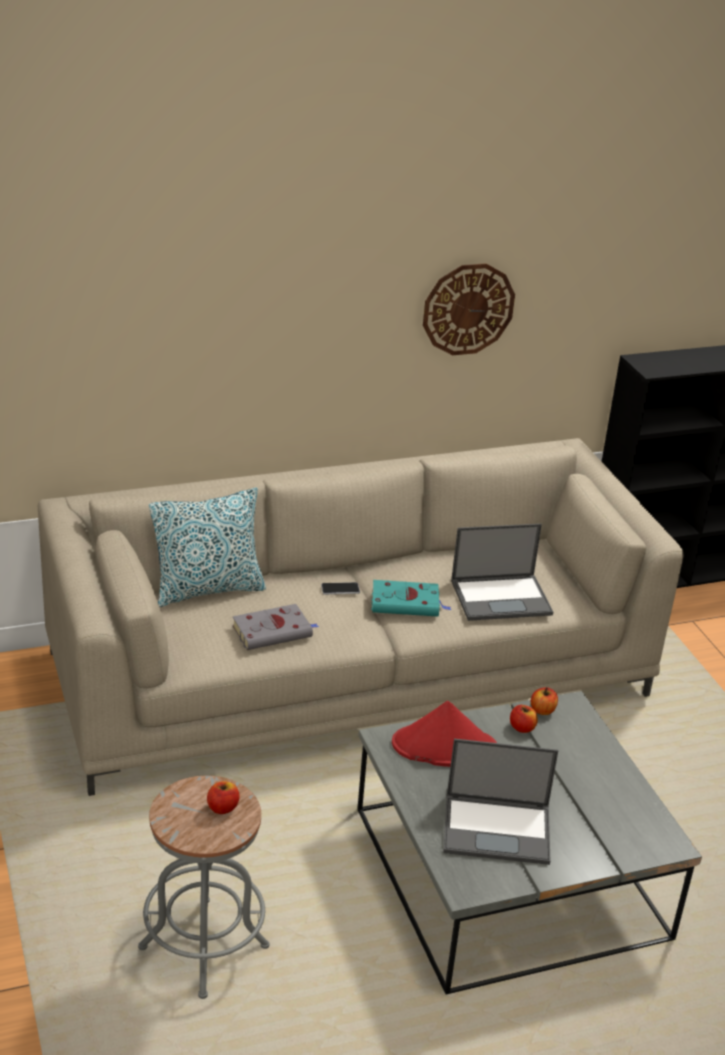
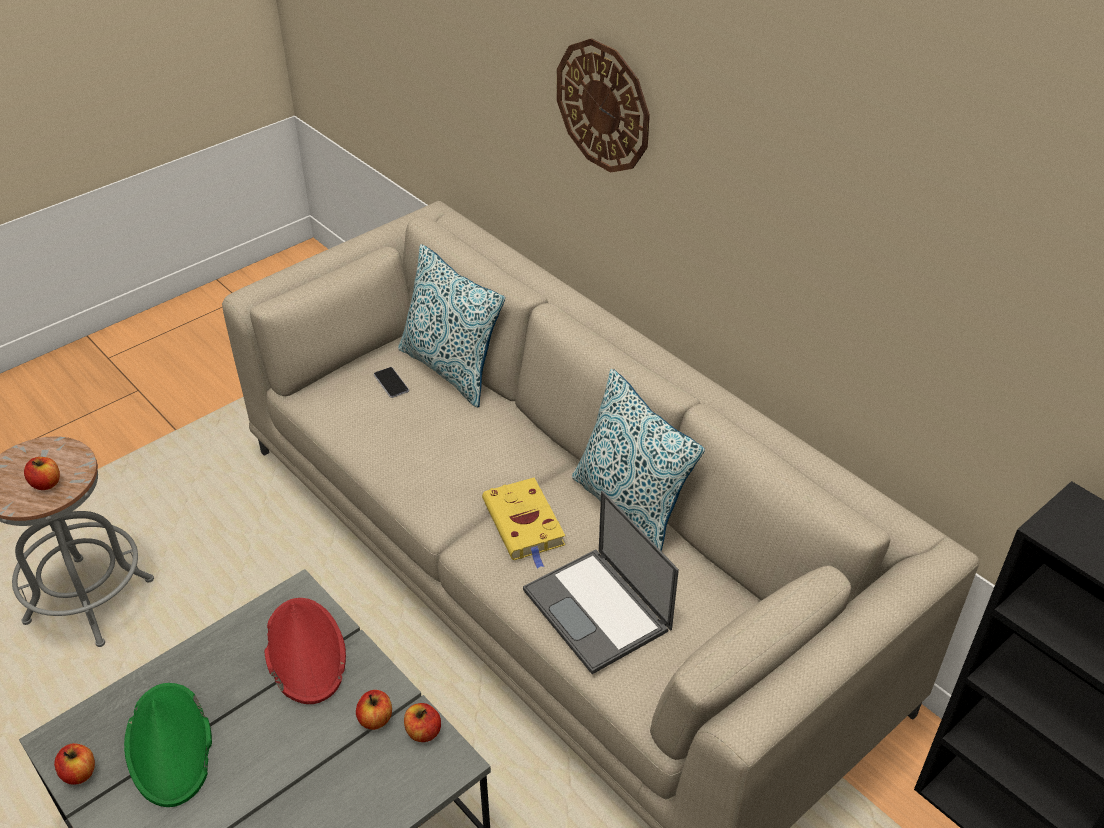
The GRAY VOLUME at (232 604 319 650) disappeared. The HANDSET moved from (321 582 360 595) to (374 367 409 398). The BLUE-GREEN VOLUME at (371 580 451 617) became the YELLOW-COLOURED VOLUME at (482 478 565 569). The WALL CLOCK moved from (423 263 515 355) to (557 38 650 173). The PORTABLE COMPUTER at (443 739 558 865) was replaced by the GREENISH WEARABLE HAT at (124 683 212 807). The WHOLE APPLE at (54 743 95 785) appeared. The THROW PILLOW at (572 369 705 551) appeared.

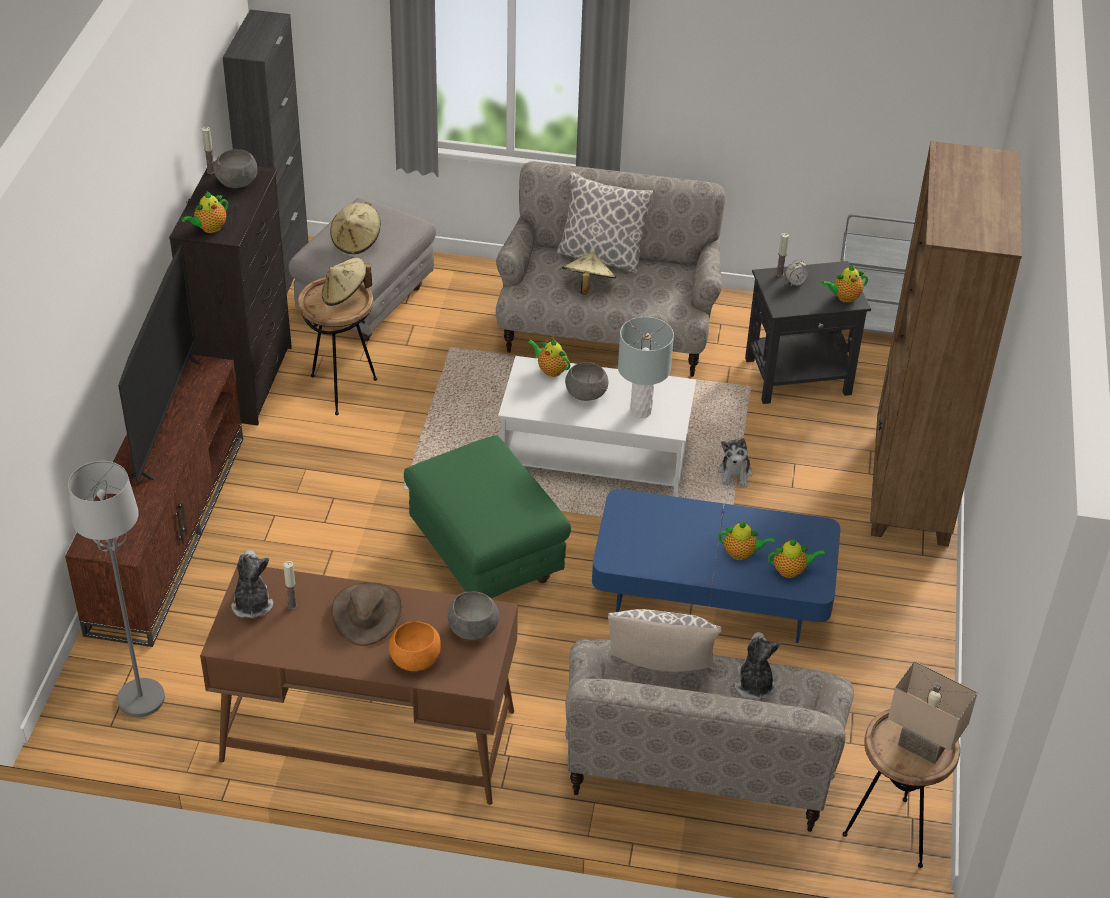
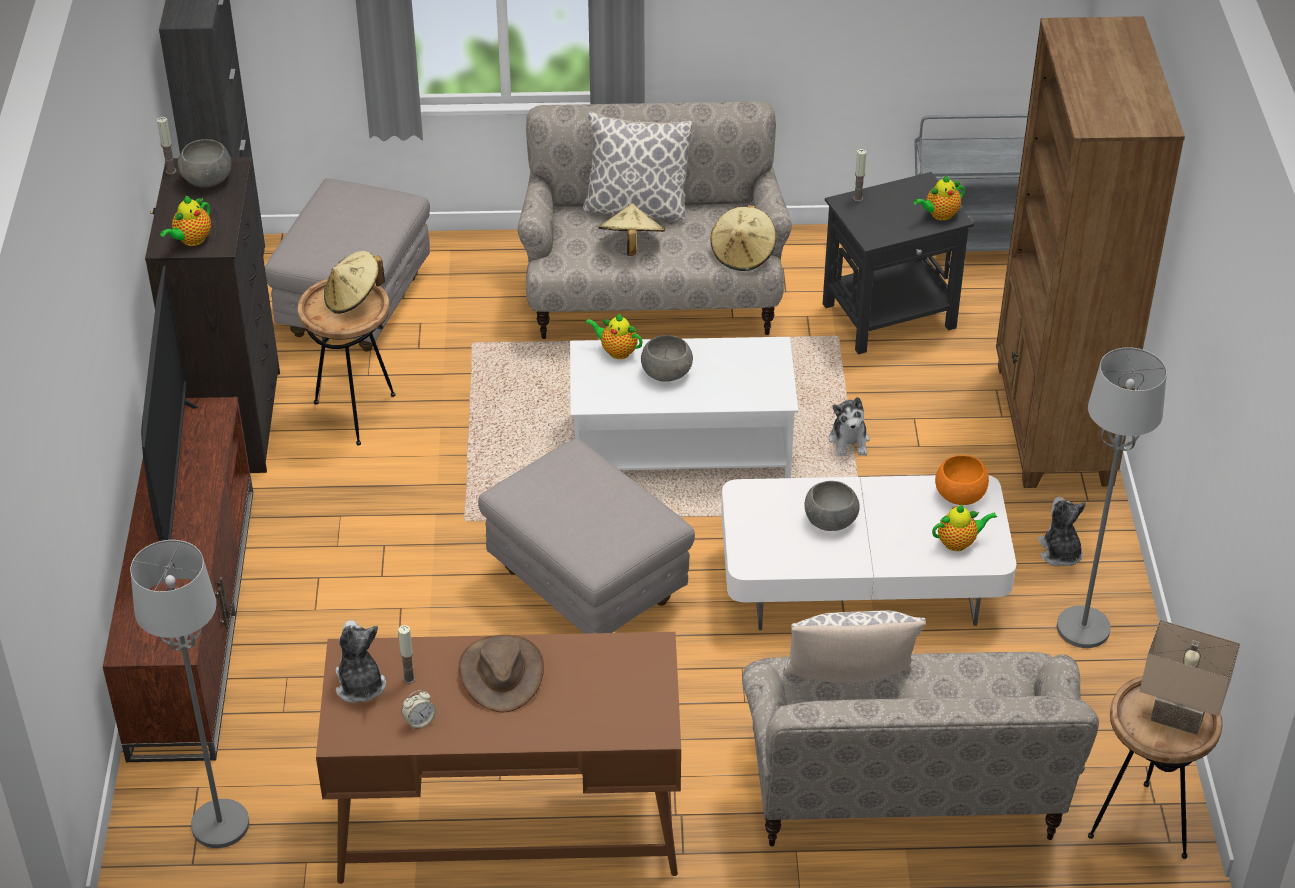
The BEIGE WEARABLE HAT moved from (331 202 381 254) to (711 205 776 271). The ORANGE DEEP DISH moved from (389 621 441 671) to (935 455 989 505). The GREENISH OTTOMAN at (404 435 571 598) became the GRAY OTTOMAN at (478 438 695 634). The GRAY DEEP DISH moved from (448 591 499 640) to (804 481 860 531). The BLUISH COFFEE TABLE at (592 489 840 643) became the WHITISH COFFEE TABLE at (721 475 1016 630). The GRAY TABLETOP LAMP at (618 317 674 418) disappeared. The TEA POT at (718 522 775 560) disappeared. The SOFT TOY moved from (734 632 780 700) to (1038 497 1086 567). The BEDSIDE CLOCK moved from (785 259 808 286) to (401 690 436 730). The GRAY FLOOR LAMP at (1057 347 1167 648) appeared.

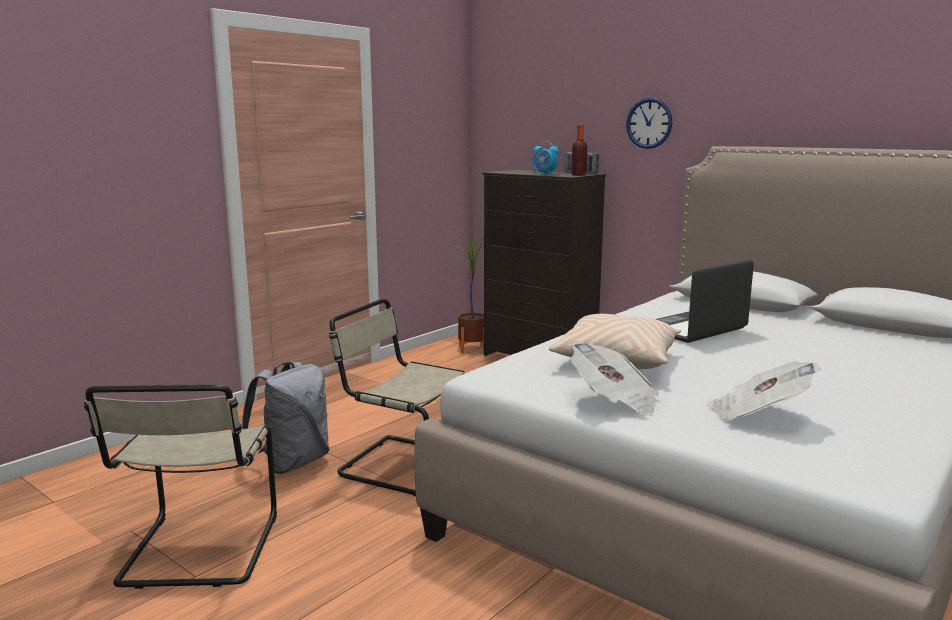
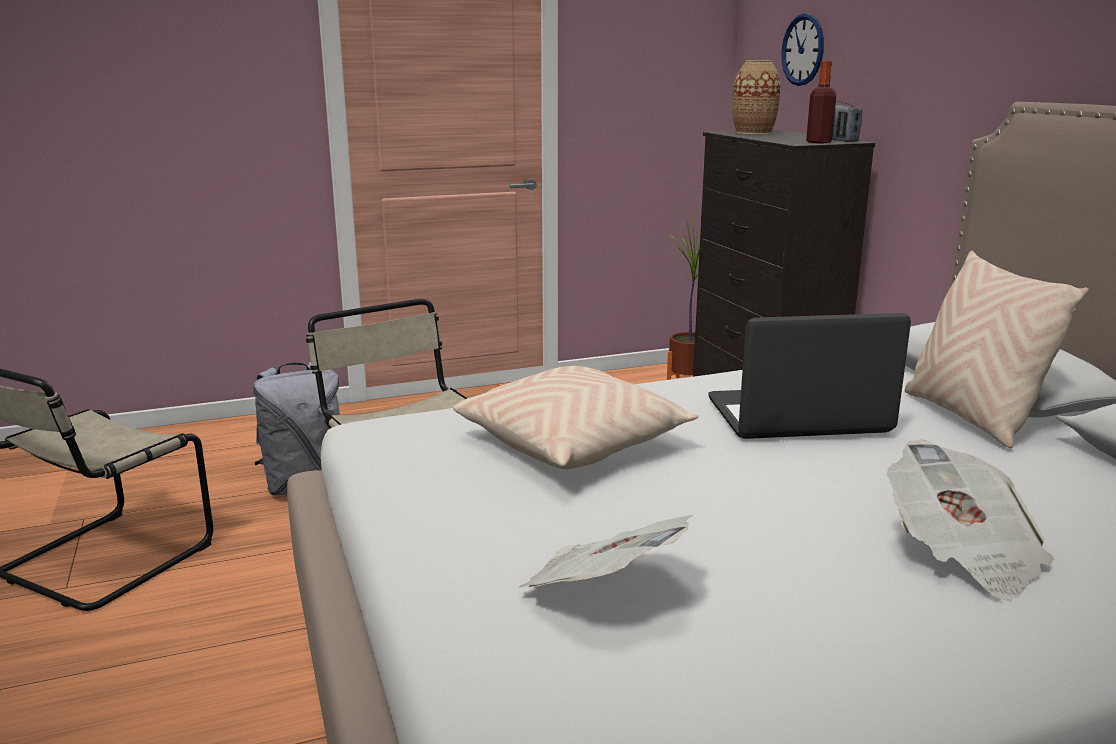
The BEDSIDE CLOCK at (532 141 559 174) disappeared. The PRINTED PAPER moved from (570 342 659 416) to (887 440 1054 602). The WALL CLOCK moved from (626 98 673 149) to (781 13 824 86). The DECORATIVE VASE at (732 60 780 134) appeared. The BEIGE THROW PILLOW at (905 251 1089 448) appeared.

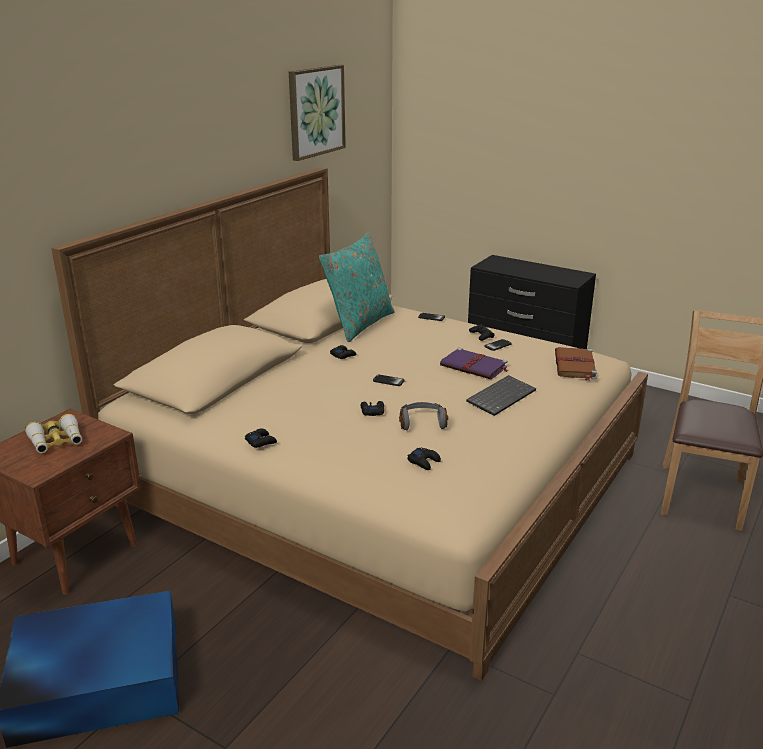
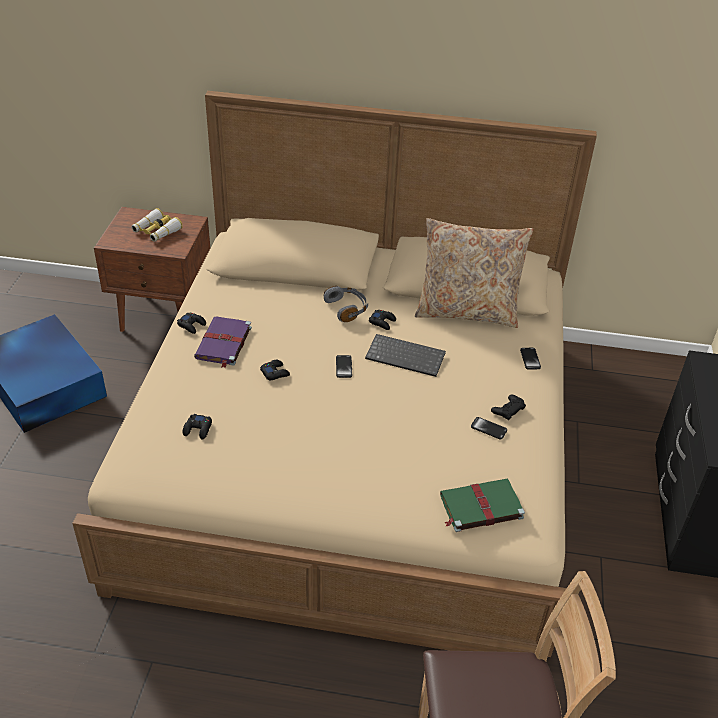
The WALL PICTURE at (289 65 346 161) disappeared. The BLUE-GREEN THROW PILLOW at (319 232 395 342) became the BEIGE THROW PILLOW at (415 218 533 328). The GRAY HEADSET moved from (399 402 448 430) to (324 286 368 322). The PURPLE-COLOURED VOLUME moved from (440 348 509 379) to (194 317 252 368). The KEYBOARD moved from (466 375 536 416) to (365 334 446 377). The BROWN VOLUME at (555 347 597 381) became the GREENISH VOLUME at (440 479 525 532).

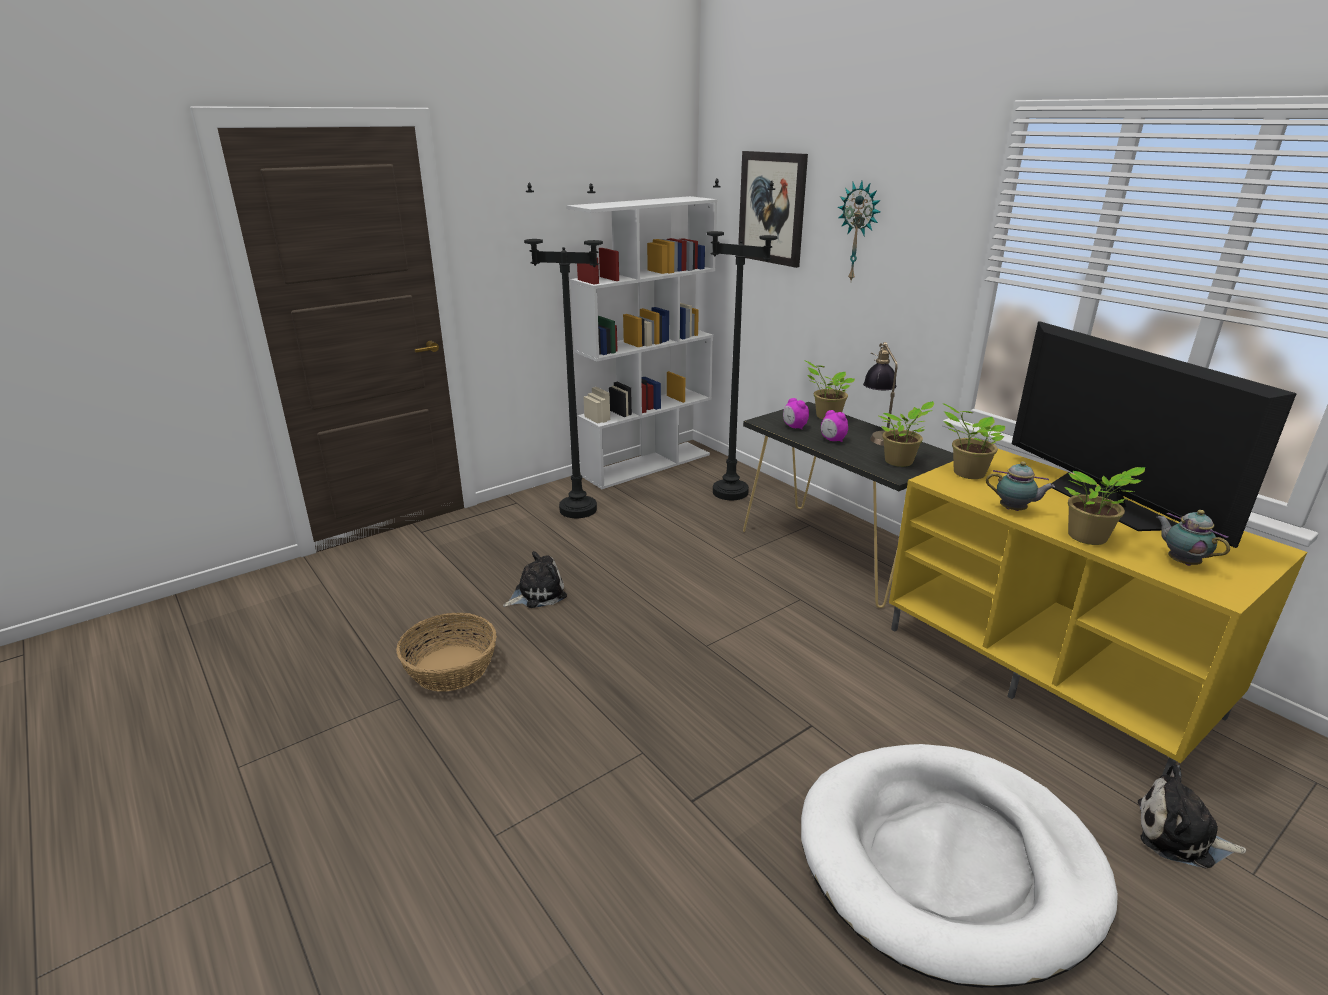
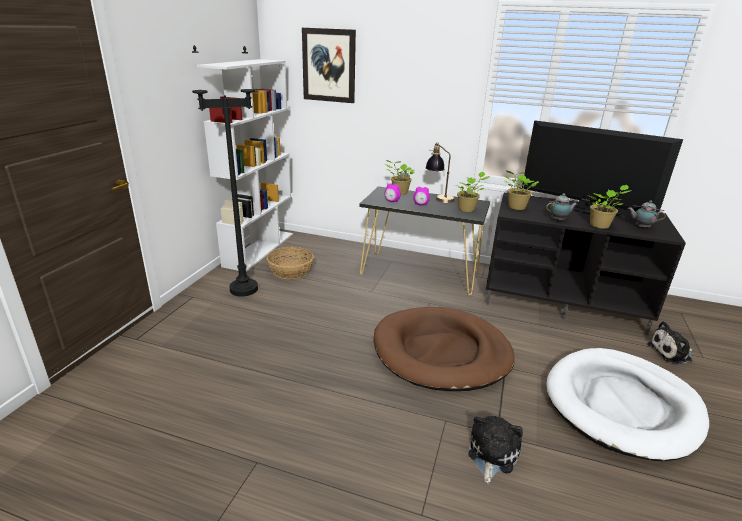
The STORAGE BASKET moved from (396 613 497 692) to (267 247 314 279). The SOFT TOY moved from (503 551 567 608) to (468 416 523 484). The BLACK FLOOR LAMP at (707 179 778 500) disappeared. The WALL CLOCK at (838 181 881 281) disappeared. The YELLOW-COLOURED TV UNIT at (889 449 1307 776) became the BLACK TV UNIT at (486 192 686 335). The BROWN DOG CUSHION at (374 307 515 391) appeared.

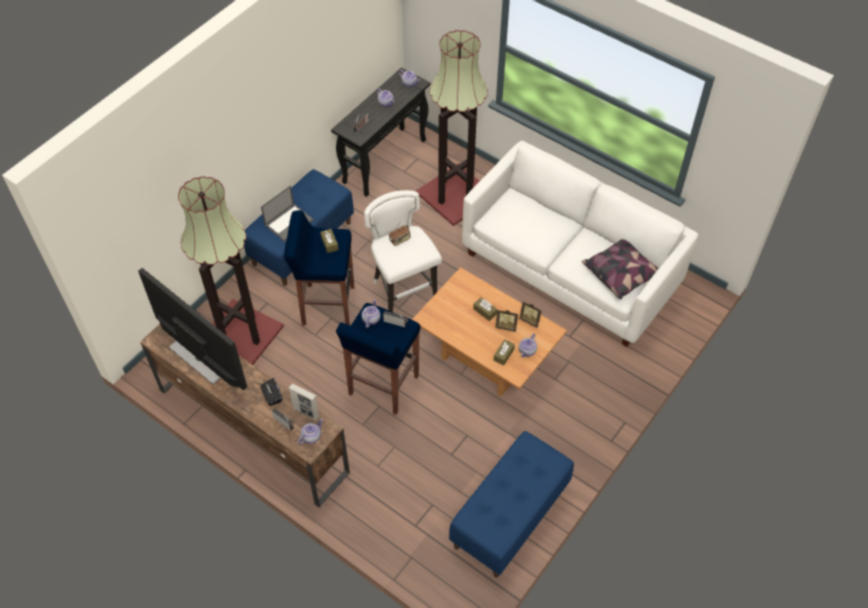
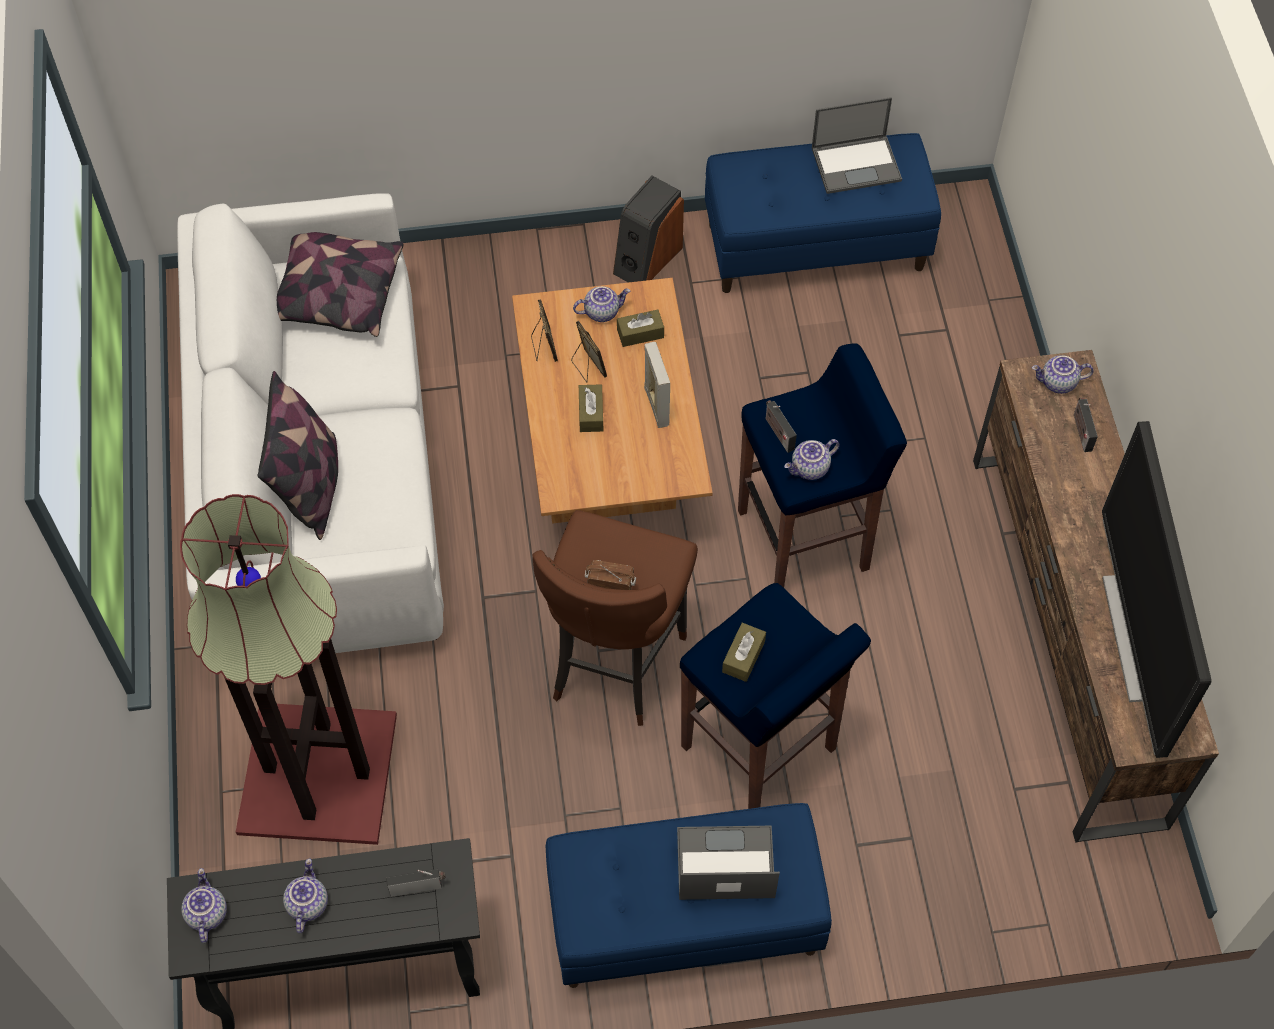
The FLOOR LAMP at (178 176 284 365) disappeared. The BLACK TISSUE HOLDER at (260 378 282 406) disappeared. The STANDING FRAME moved from (289 383 320 421) to (644 342 670 428). The WHITISH SITTING STOOL at (364 190 442 312) became the BROWN SITTING STOOL at (532 510 698 726). The THROW PILLOW at (257 371 338 540) appeared. The AUDIO SPEAKER at (613 176 684 282) appeared. The PORTABLE COMPUTER at (812 97 902 194) appeared.

